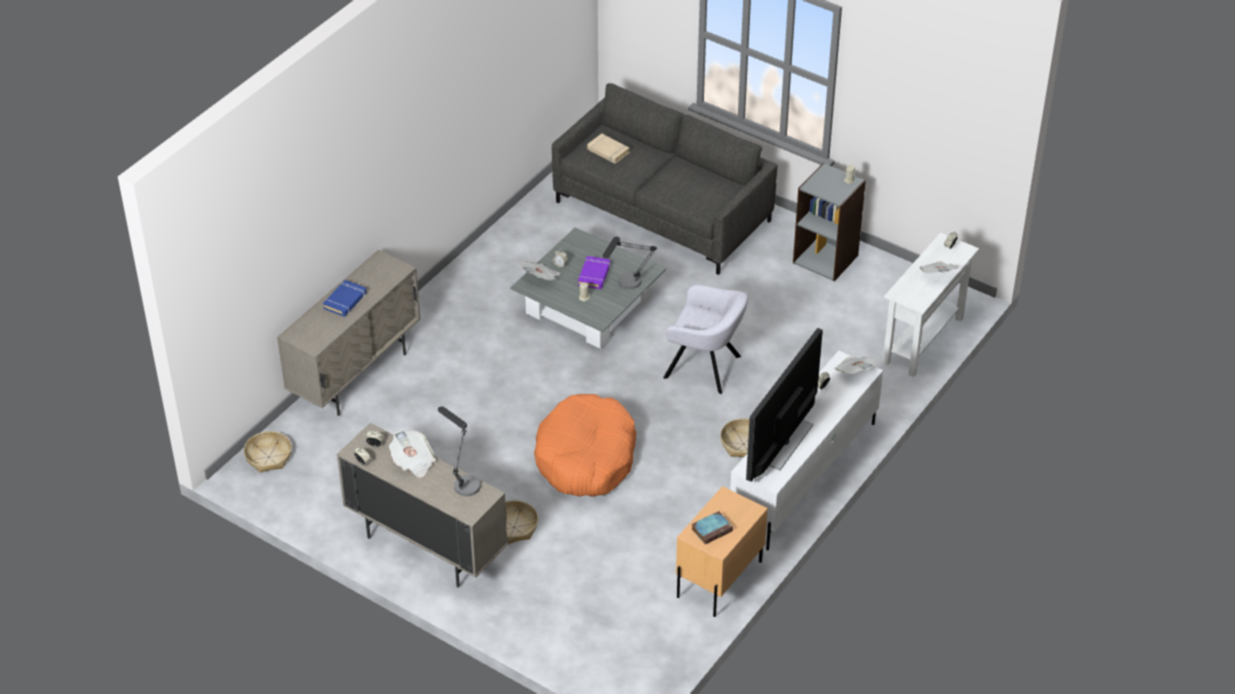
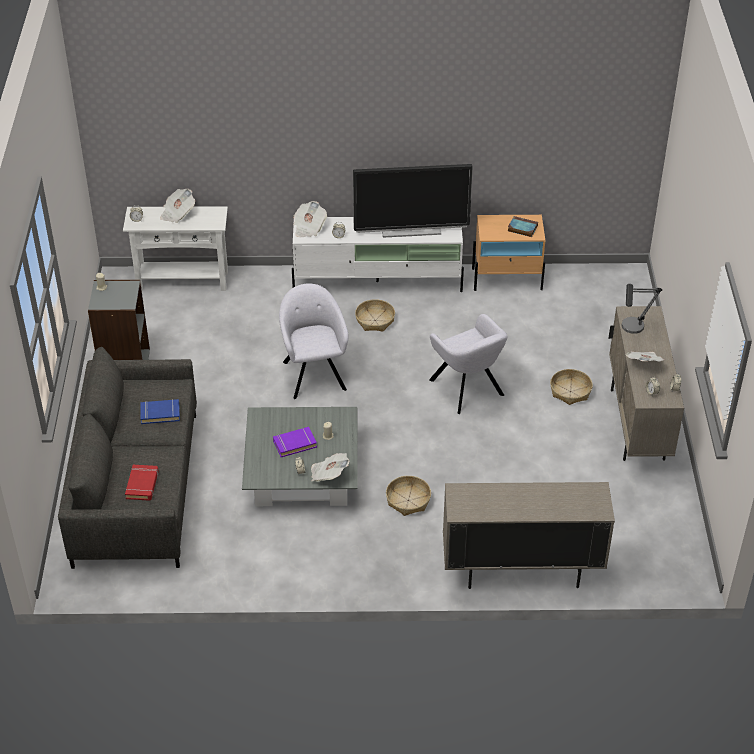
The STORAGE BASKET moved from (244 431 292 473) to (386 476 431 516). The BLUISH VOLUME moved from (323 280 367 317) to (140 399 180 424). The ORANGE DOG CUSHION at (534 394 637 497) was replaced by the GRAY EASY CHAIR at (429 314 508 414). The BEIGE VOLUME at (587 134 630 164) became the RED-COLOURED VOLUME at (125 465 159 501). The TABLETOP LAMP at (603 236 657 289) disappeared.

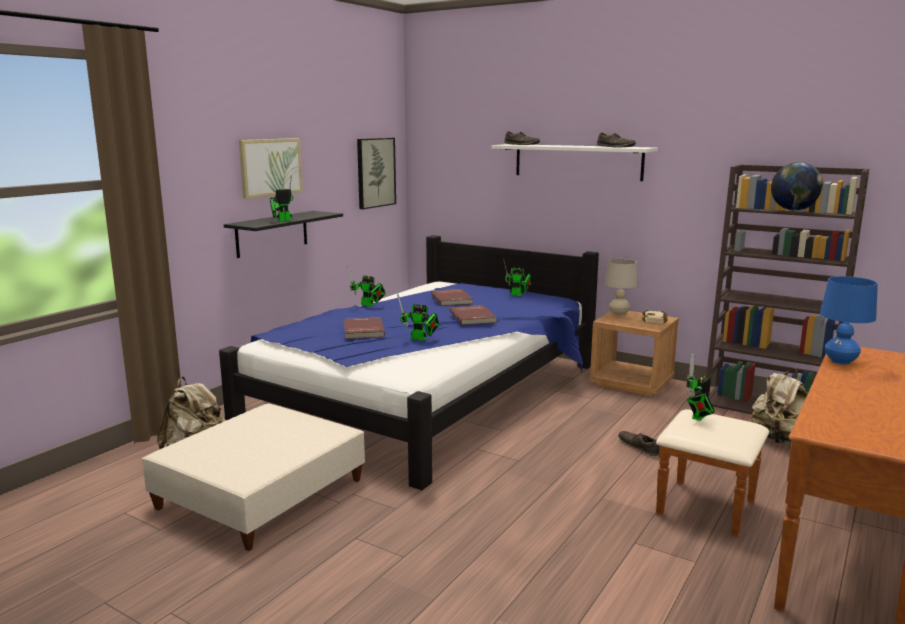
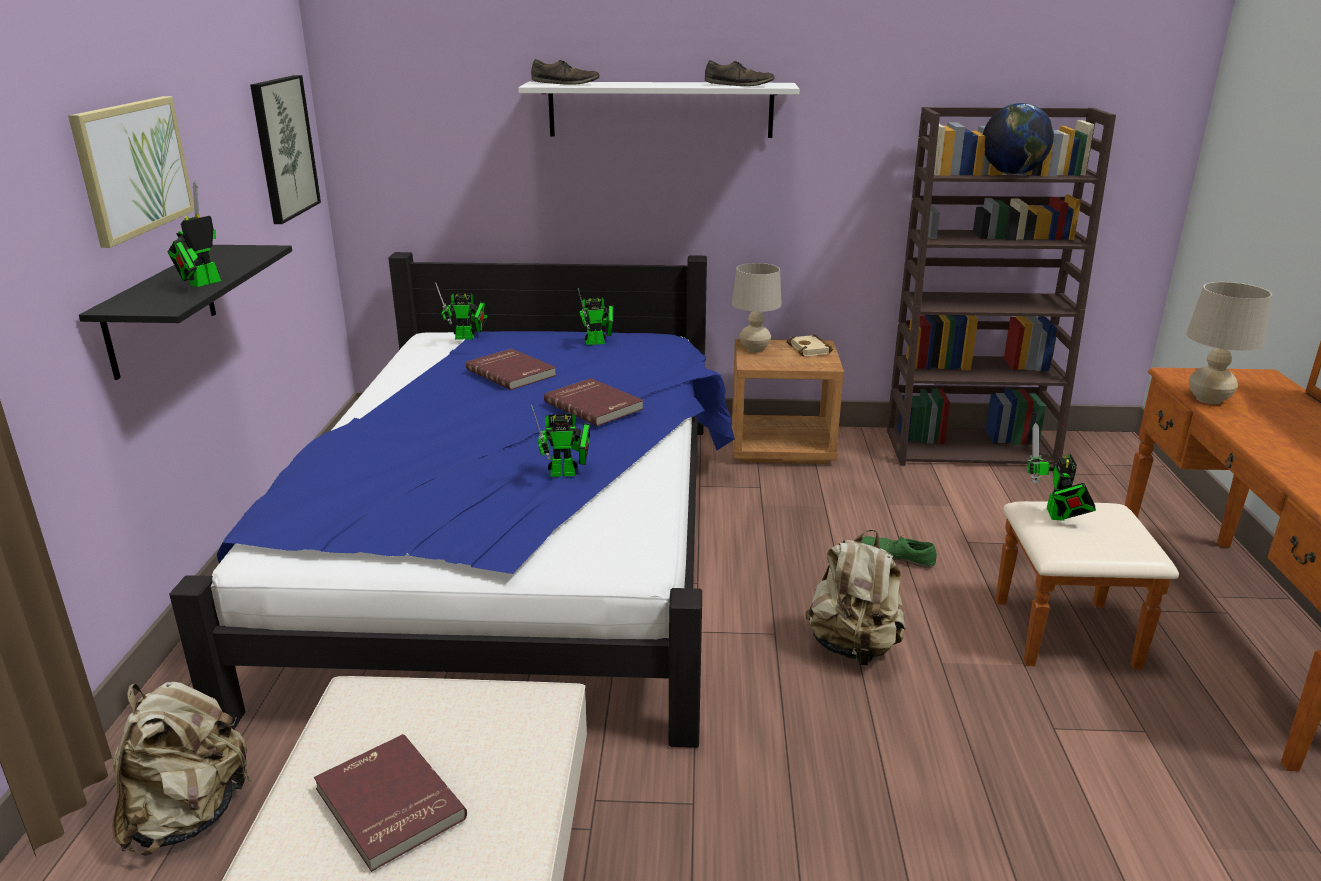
The RED-COLOURED VOLUME moved from (344 317 385 339) to (314 734 467 872). The ROBOT FIGURE moved from (348 266 386 307) to (435 282 487 340). The BROWN LOW SHOE at (618 431 660 456) became the GREENISH LOW SHOE at (861 535 937 568). The BEIGE KNAPSACK moved from (751 369 808 443) to (805 529 906 665). The BLUISH TABLETOP LAMP at (820 276 878 365) became the BEIGE TABLETOP LAMP at (1186 282 1272 404).

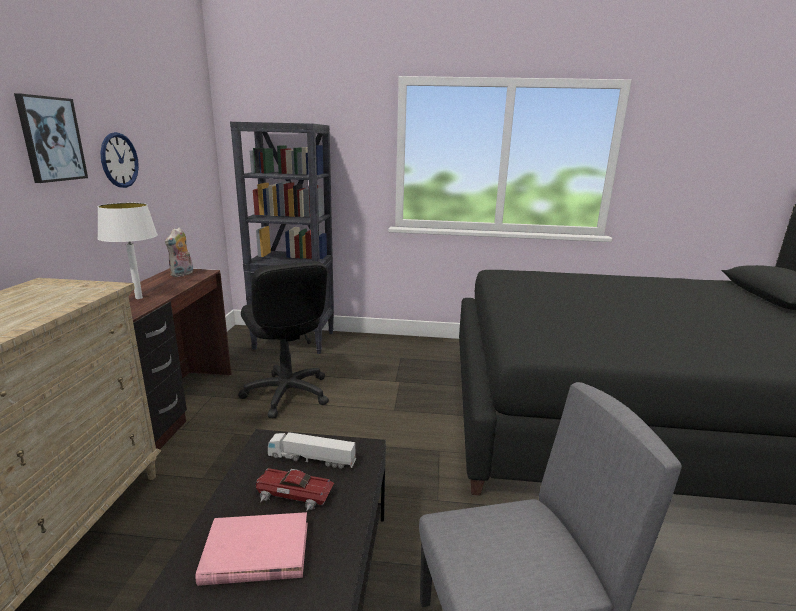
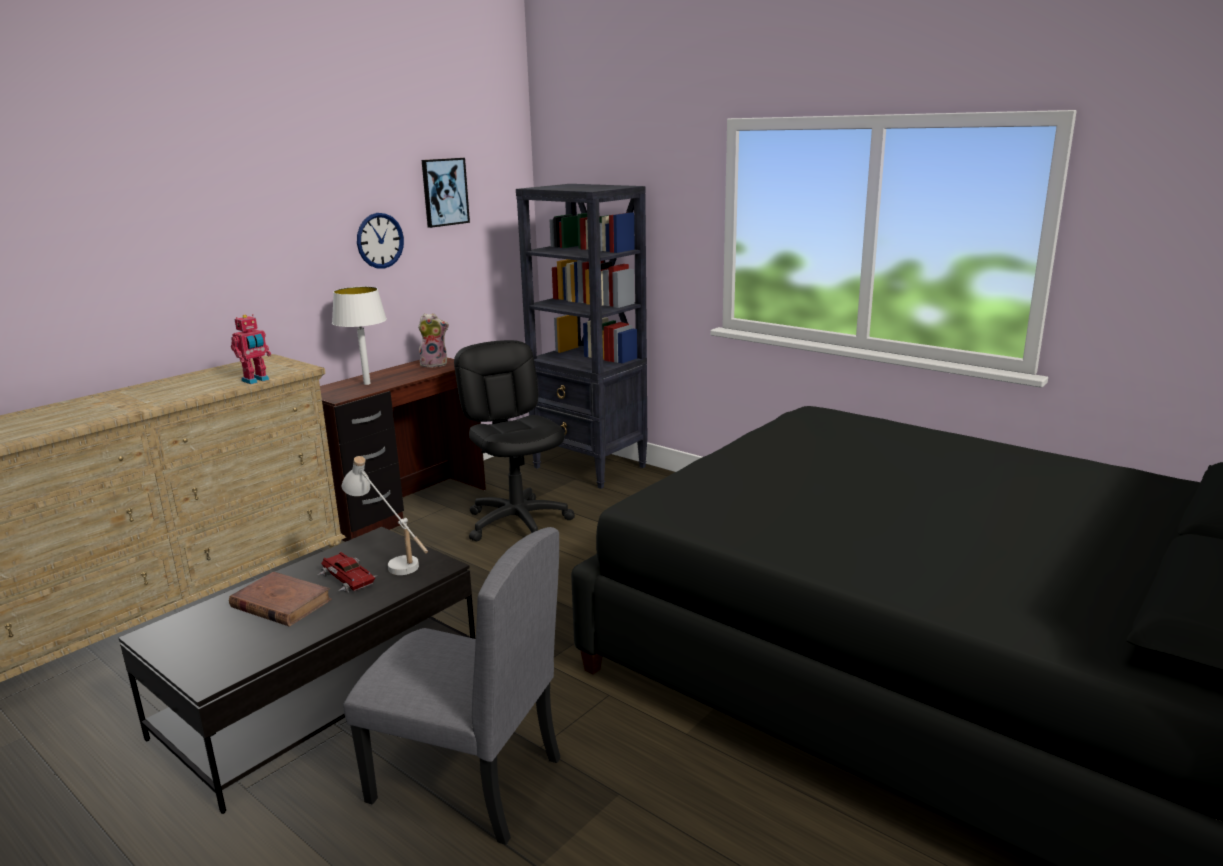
The WALL PICTURE moved from (14 93 88 183) to (422 158 470 228). The SOFT TOY at (165 227 193 277) turned 150 degrees counterclockwise. The PINKISH VOLUME at (196 512 308 586) became the BROWN VOLUME at (229 572 332 627). The BLACK COMPUTER CHAIR at (238 261 329 419) turned 150 degrees clockwise. The TOY TRUCK at (268 432 356 469) was replaced by the WHITISH TABLETOP LAMP at (342 456 428 575). The ROBOT FIGURE at (231 314 271 384) appeared.

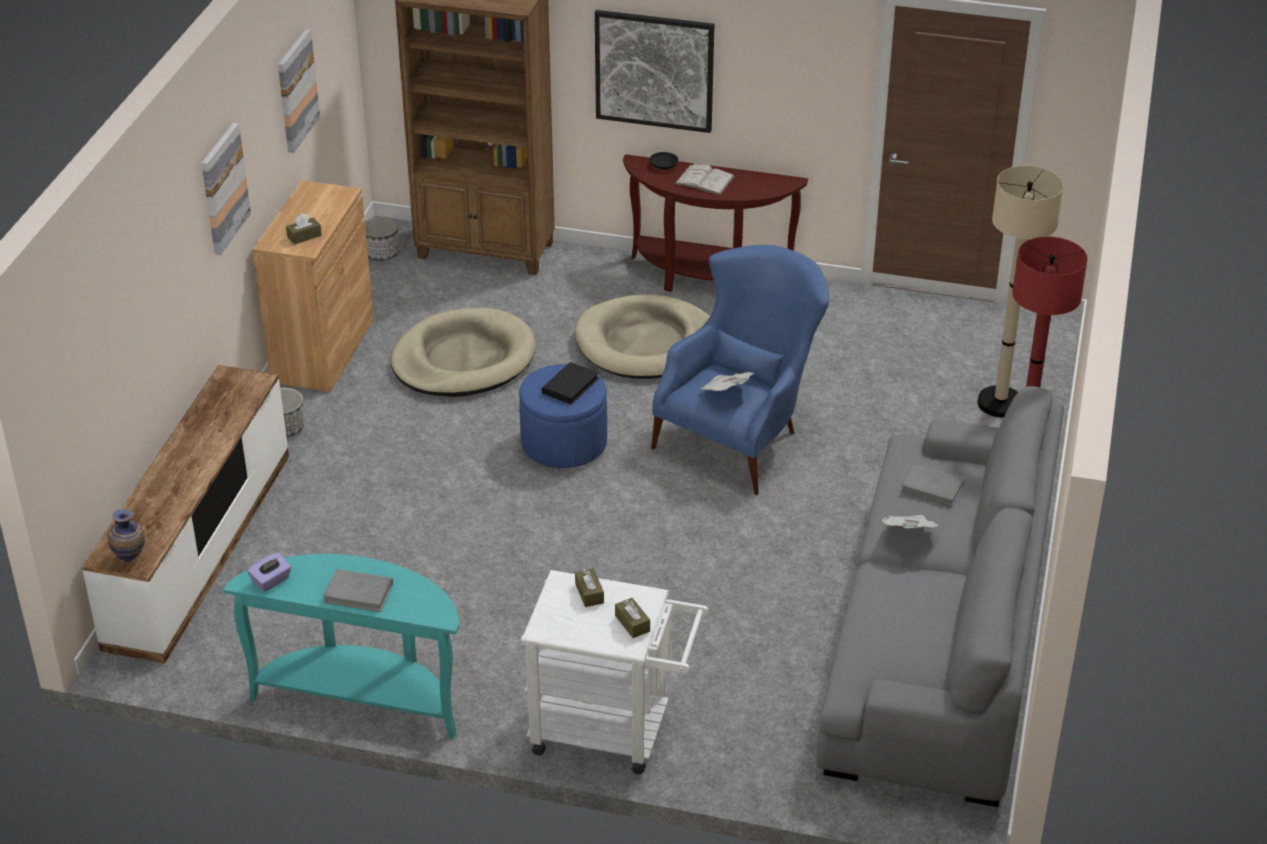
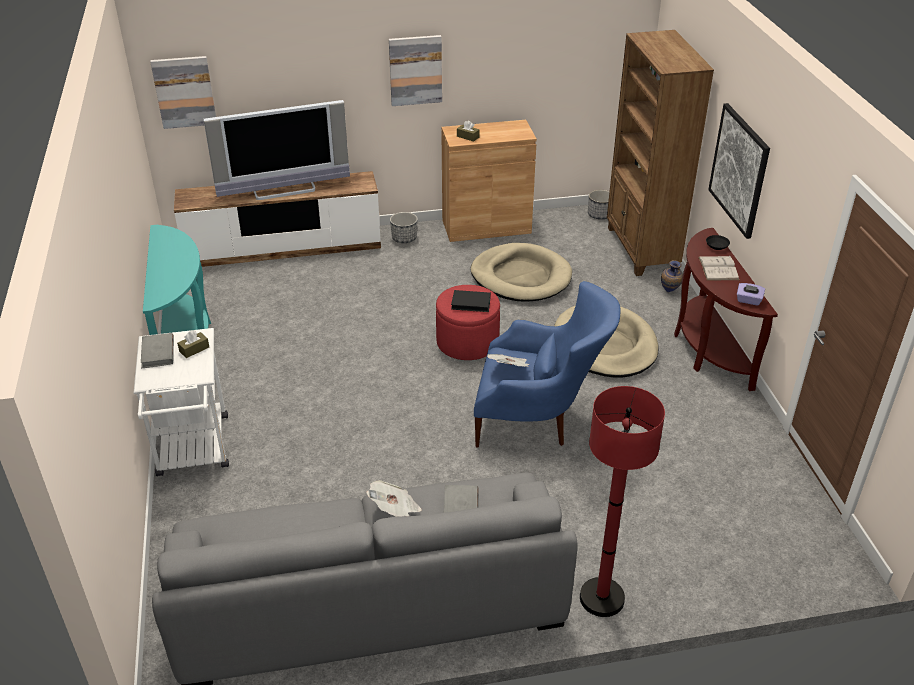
The DECORATIVE VASE moved from (107 509 145 562) to (661 260 683 292). The PURPLE-COLOURED TISSUE HOLDER moved from (247 552 291 592) to (737 283 765 306). The WALL PICTURE moved from (278 29 320 153) to (150 56 216 129). The GRAY VOLUME moved from (323 569 393 612) to (141 333 174 368). The BLUISH OTTOMAN at (519 364 607 468) became the RED-COLOURED OTTOMAN at (436 285 500 360). The BROWN TISSUE HOLDER at (615 598 650 638) disappeared. The BEIGE FLOOR LAMP at (977 166 1064 418) disappeared. The TELEVISION at (204 100 350 200) appeared.

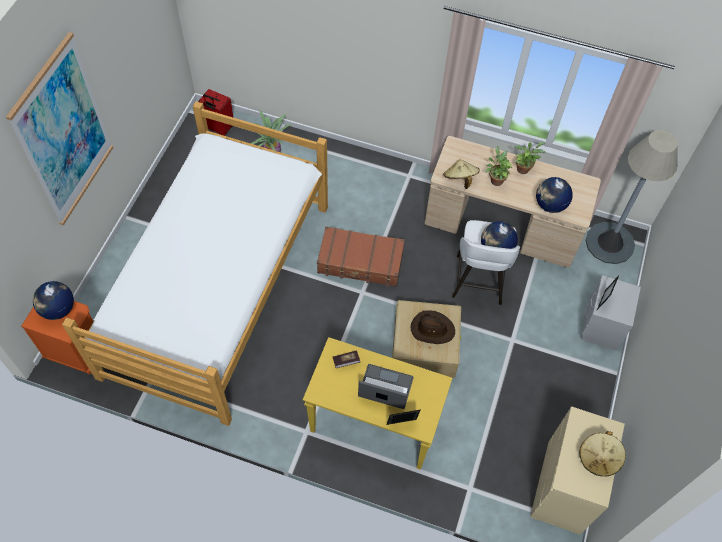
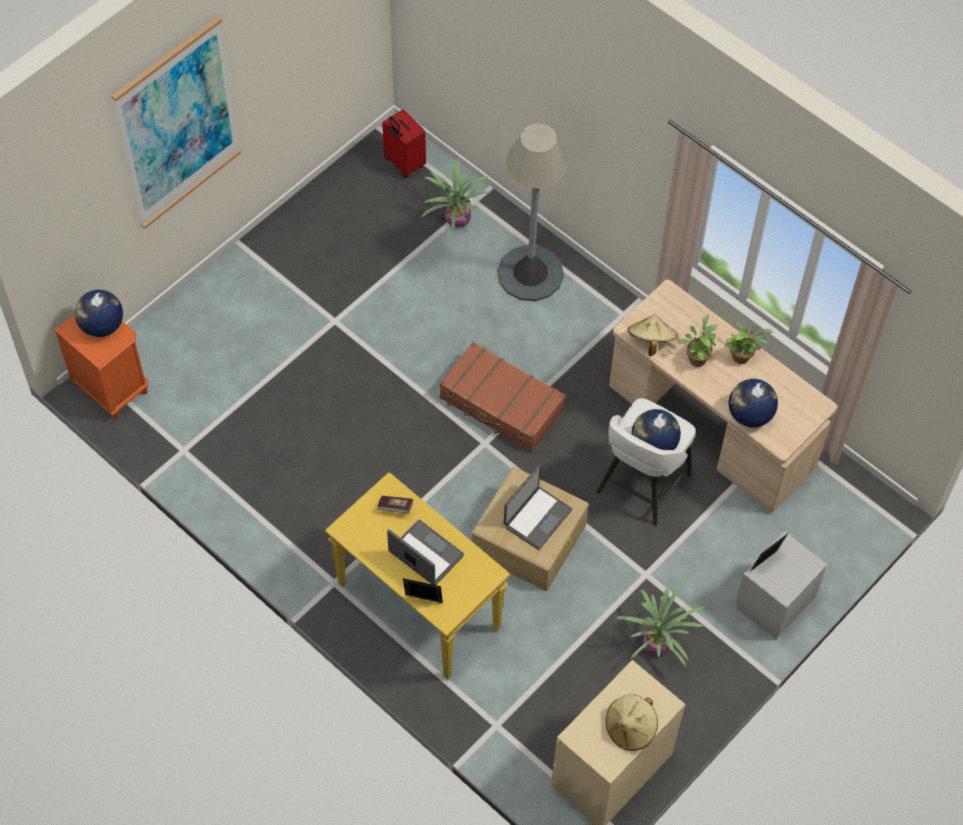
The BED at (62 101 328 426) disappeared. The BROWN WEARABLE HAT at (411 310 455 344) was replaced by the PORTABLE COMPUTER at (504 465 572 550). The GRAY FLOOR LAMP moved from (585 130 678 264) to (497 123 569 301). The HOUSEPLANT at (616 586 705 666) appeared.

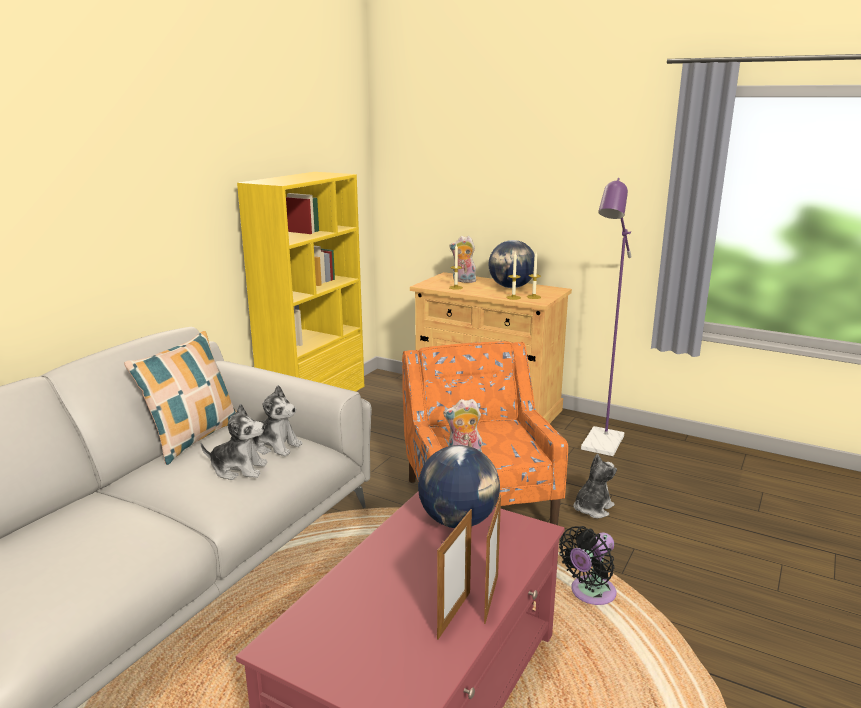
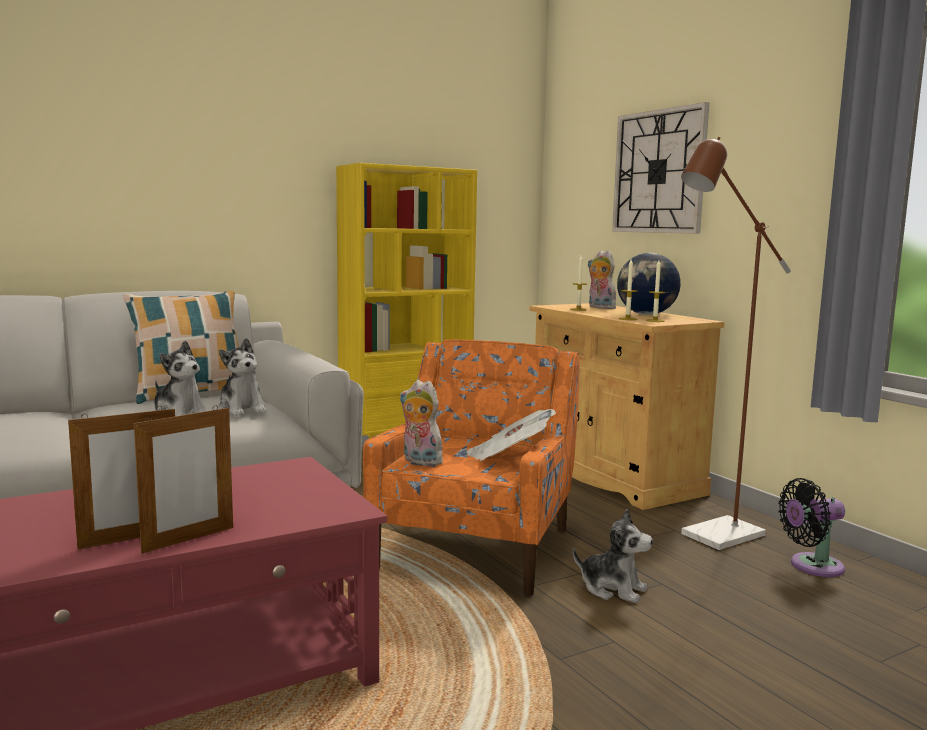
The WORLD GLOBE at (418 445 500 528) disappeared. The BLACK COOLING FAN moved from (559 526 617 605) to (778 478 845 577). The SOFT TOY at (574 454 617 518) turned 45 degrees clockwise. The PURPLE-COLOURED FLOOR LAMP at (581 178 632 456) became the BROWN FLOOR LAMP at (681 137 791 550). The PRINTED PAPER at (466 409 556 461) appeared. The WALL CLOCK at (612 102 709 234) appeared.

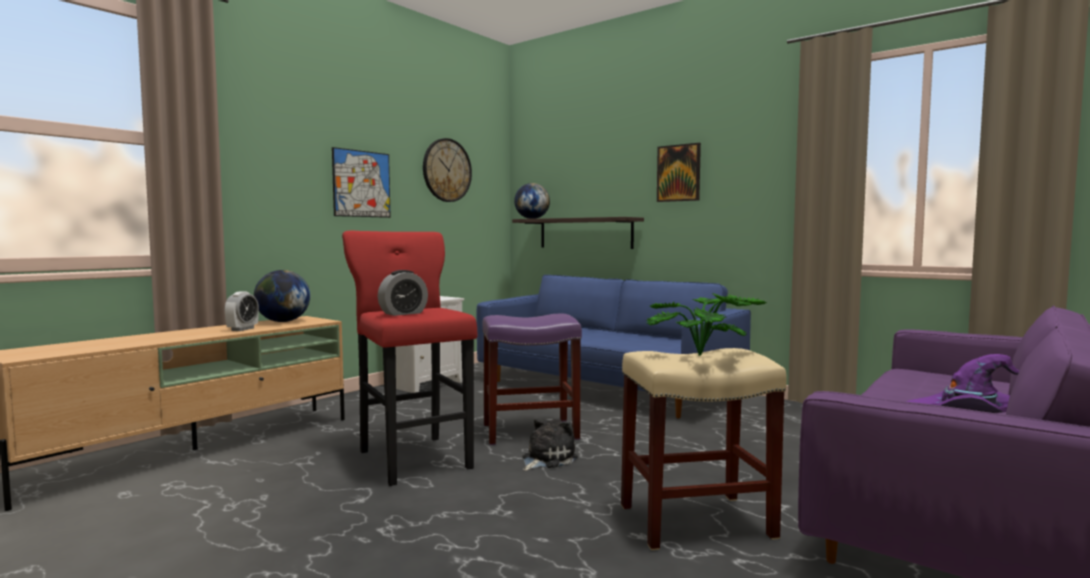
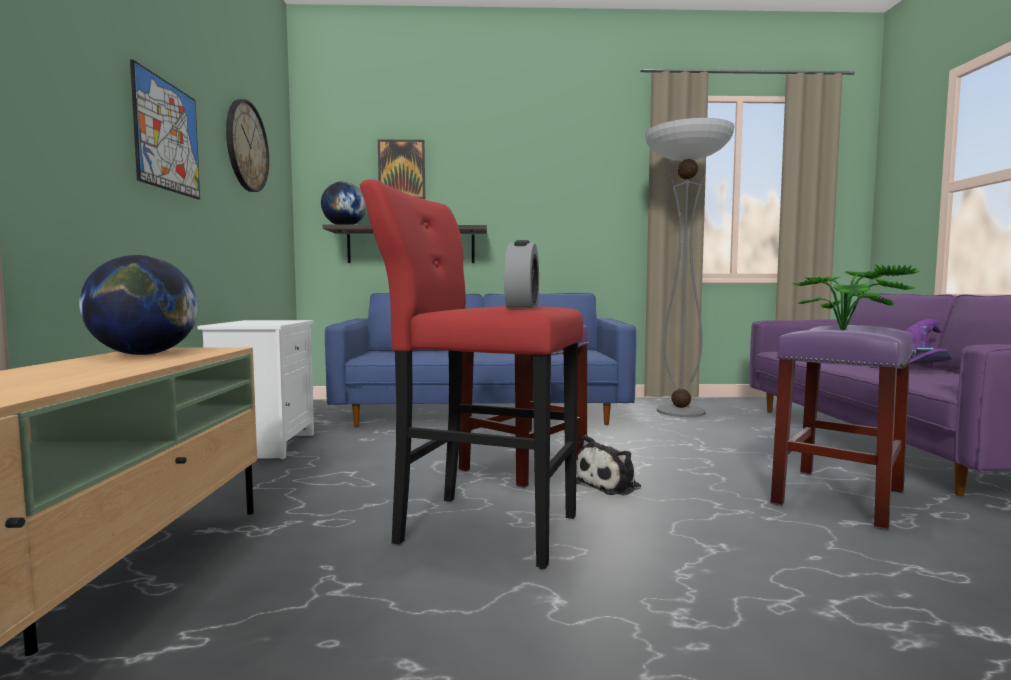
The BEDSIDE CLOCK at (225 291 259 331) disappeared. The SOFT TOY at (522 419 578 471) turned 135 degrees counterclockwise. The BEIGE SITTING STOOL at (621 348 787 550) became the PURPLE-COLOURED SITTING STOOL at (771 325 913 530). The WALL PICTURE moved from (657 143 701 202) to (378 140 426 199). The FLOOR LAMP at (645 118 735 417) appeared.

